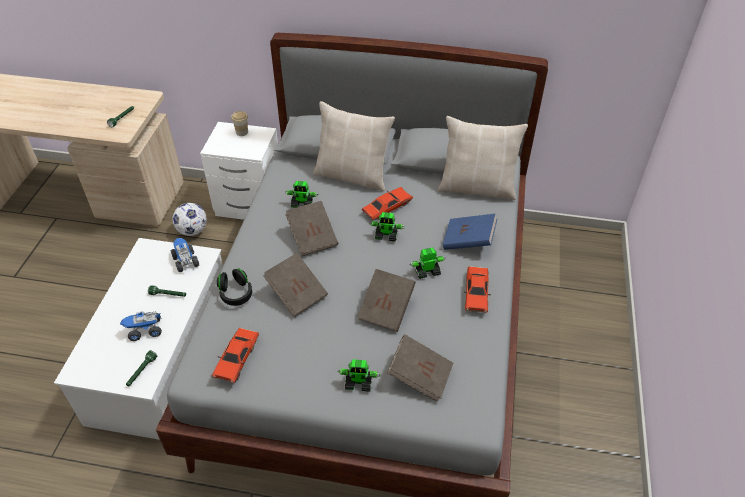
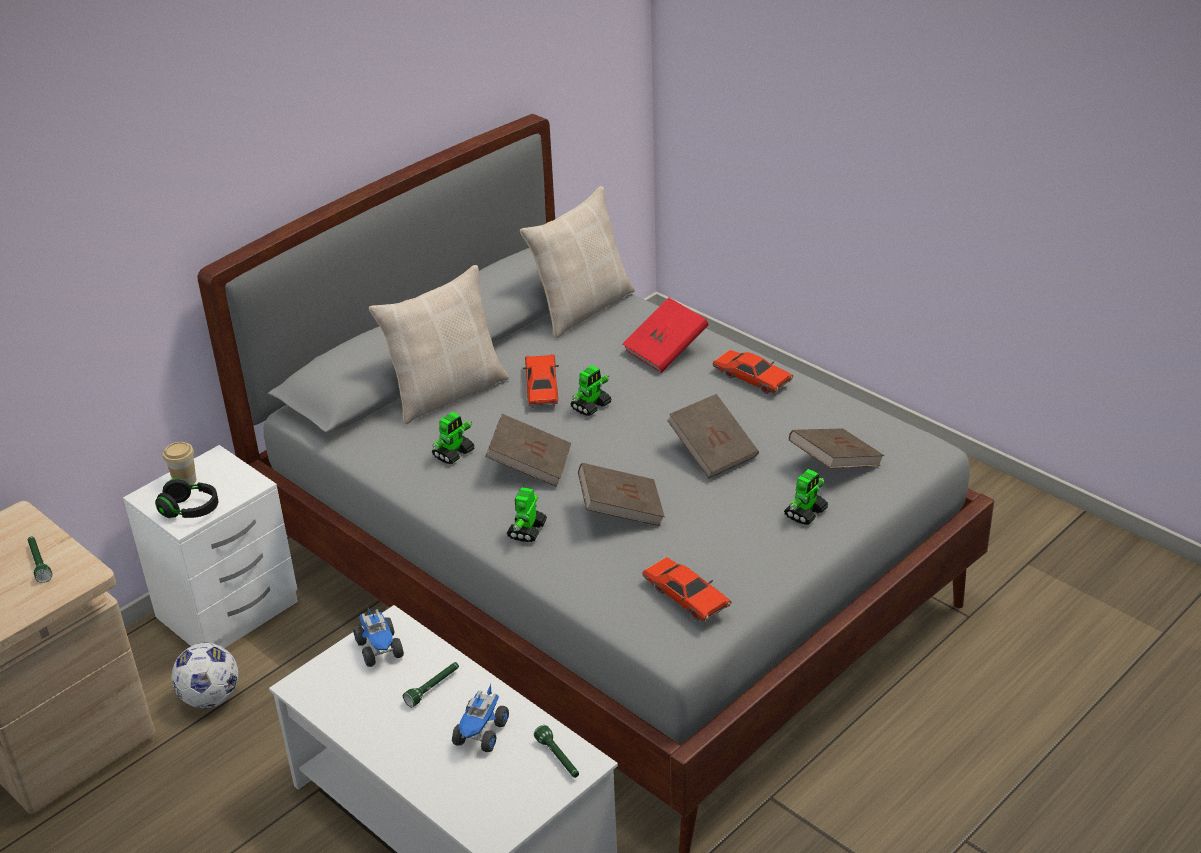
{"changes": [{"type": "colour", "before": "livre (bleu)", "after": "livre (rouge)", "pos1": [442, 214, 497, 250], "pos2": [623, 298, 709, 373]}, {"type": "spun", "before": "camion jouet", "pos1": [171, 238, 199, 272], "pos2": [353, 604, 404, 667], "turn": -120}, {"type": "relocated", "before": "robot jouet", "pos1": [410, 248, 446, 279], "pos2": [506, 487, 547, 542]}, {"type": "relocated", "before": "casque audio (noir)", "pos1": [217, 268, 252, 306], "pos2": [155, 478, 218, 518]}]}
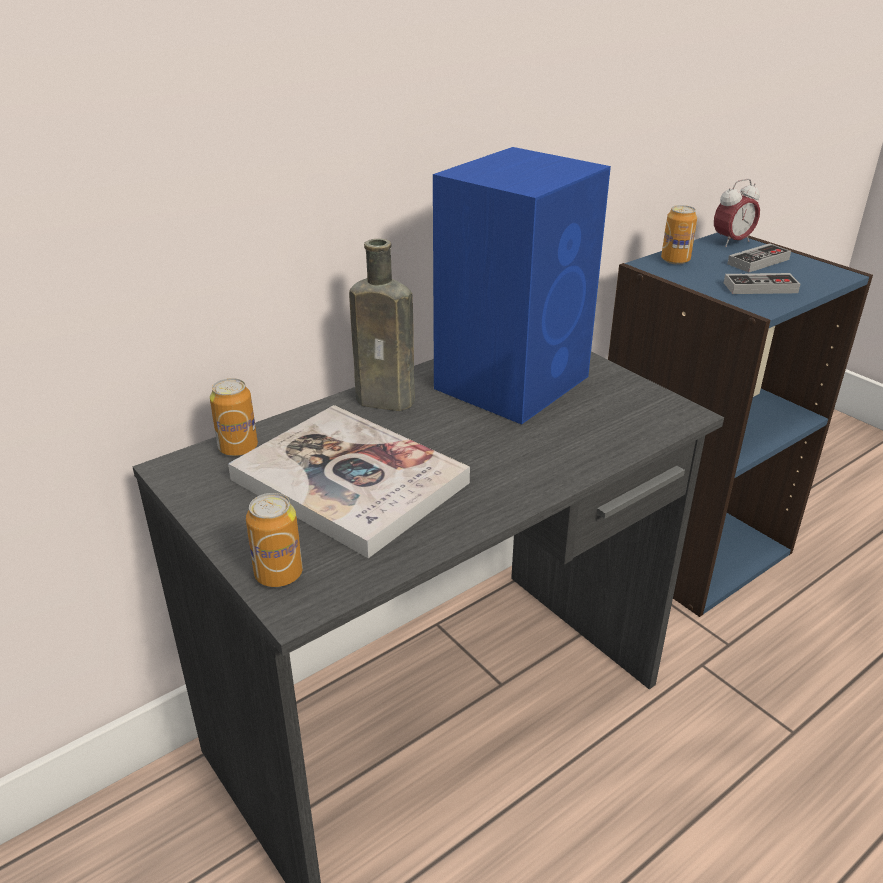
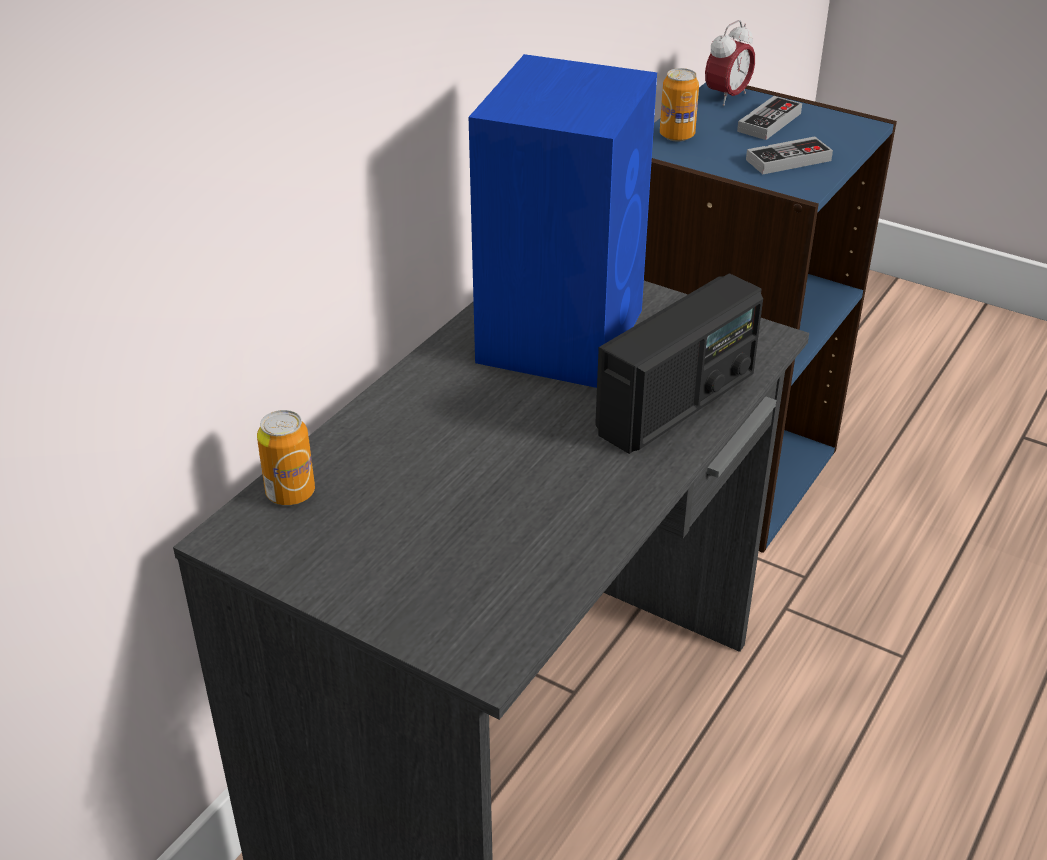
{"changes": [{"type": "missing", "before": "bouteille (marron)", "pos1": [349, 239, 415, 411]}, {"type": "missing", "before": "livre", "pos1": [228, 405, 470, 558]}, {"type": "missing", "before": "boîte métallique", "pos1": [246, 493, 303, 587]}, {"type": "appeared", "after": "radio", "pos2": [595, 274, 763, 454]}]}
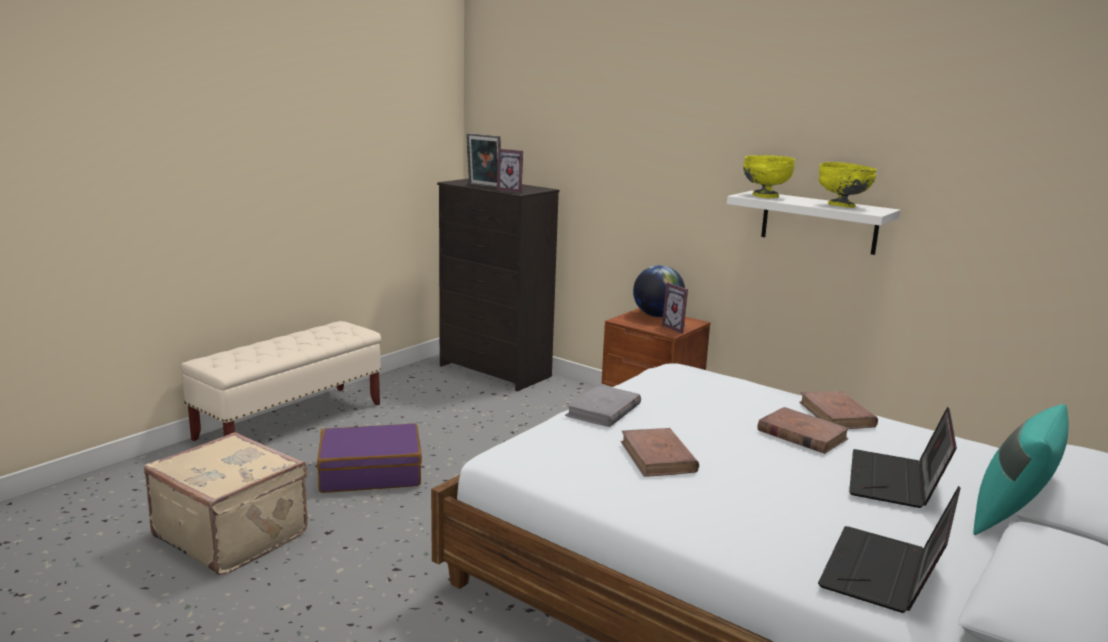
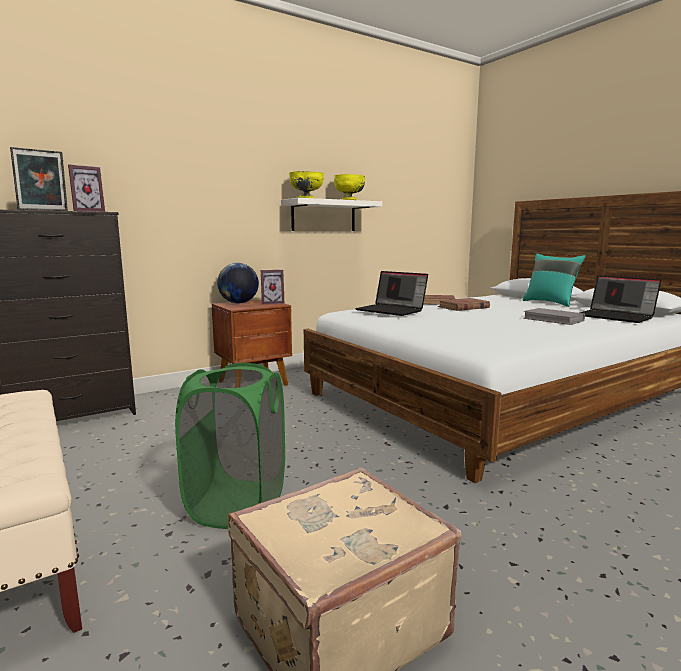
{"changes": [{"type": "relocated", "before": "livre (gris)", "pos1": [565, 384, 641, 427], "pos2": [523, 308, 585, 325]}, {"type": "relocated", "before": "ordinateur portable", "pos1": [849, 407, 957, 508], "pos2": [355, 271, 428, 316]}, {"type": "exchanged", "before": "valise (violet)", "after": "panier à linge (vert)", "pos1": [317, 423, 422, 493], "pos2": [175, 363, 285, 529]}, {"type": "missing", "before": "livre (marron)", "pos1": [621, 428, 699, 477]}]}
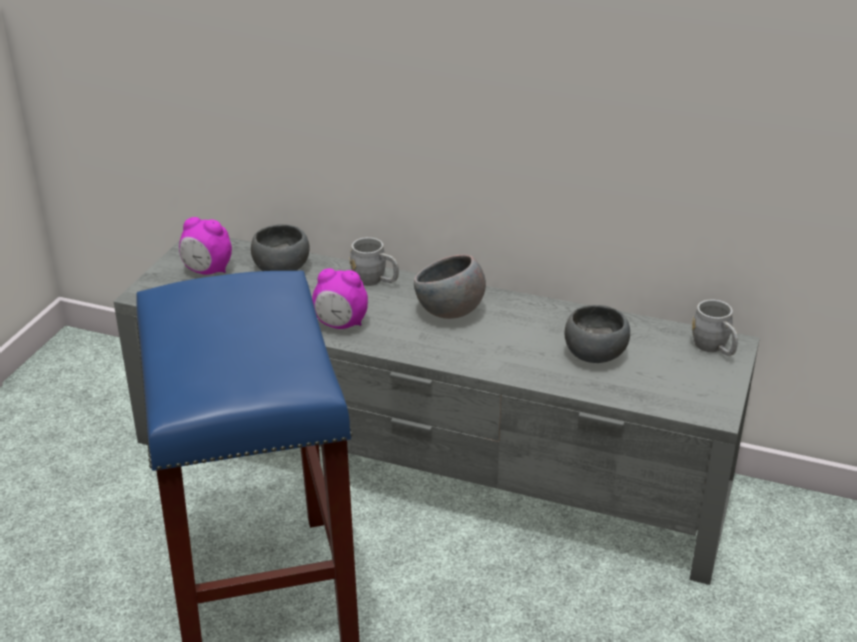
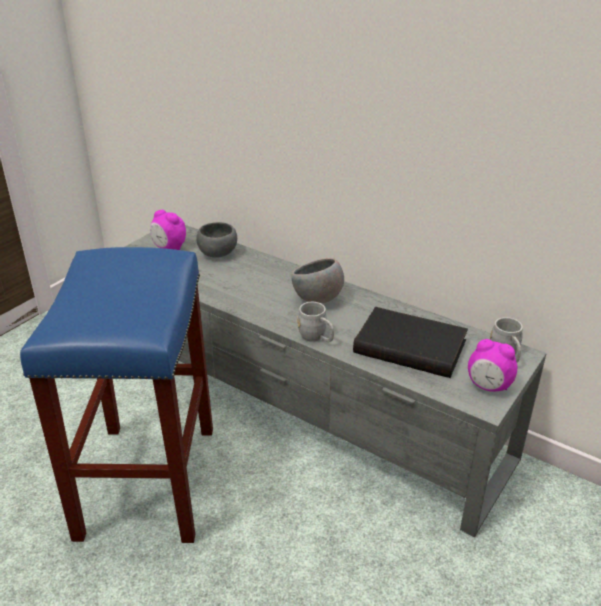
{"changes": [{"type": "relocated", "before": "mug (gris)", "pos1": [350, 237, 399, 286], "pos2": [297, 302, 334, 342]}, {"type": "relocated", "before": "réveil", "pos1": [312, 268, 368, 329], "pos2": [468, 339, 517, 391]}, {"type": "exchanged", "before": "bol (gris)", "after": "livre (noir)", "pos1": [565, 305, 630, 363], "pos2": [353, 307, 468, 378]}]}
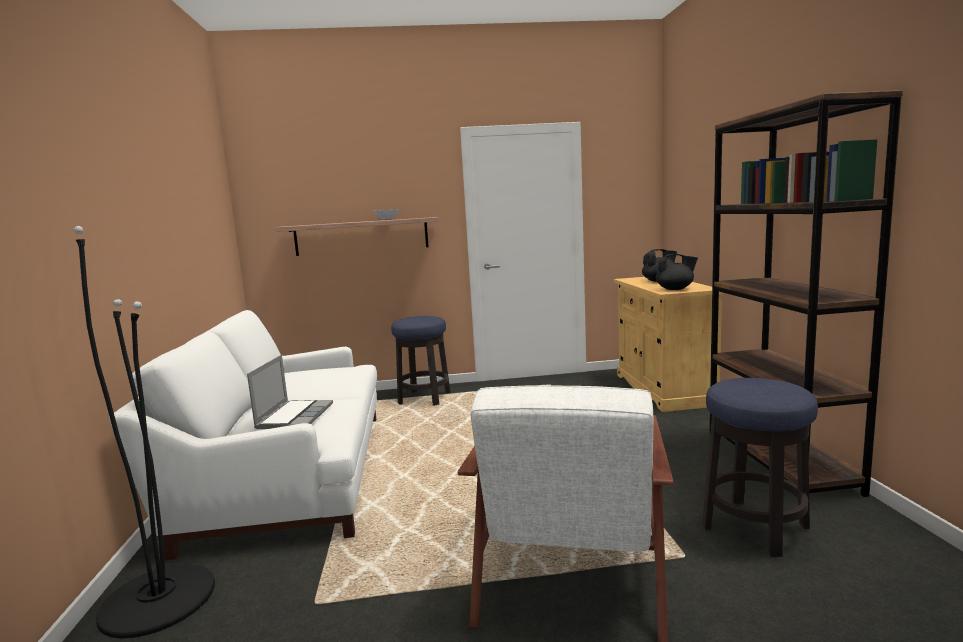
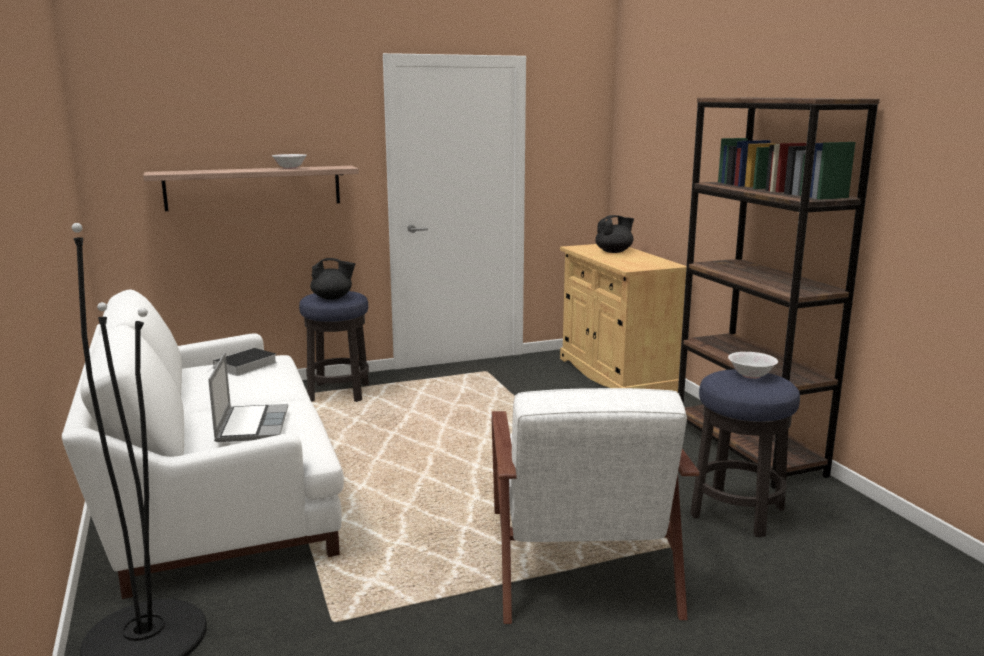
{"changes": [{"type": "relocated", "before": "théière (noir)", "pos1": [656, 254, 698, 290], "pos2": [310, 258, 355, 300]}, {"type": "appeared", "after": "livre", "pos2": [207, 348, 277, 376]}, {"type": "appeared", "after": "bol (blanc)", "pos2": [728, 352, 778, 379]}]}
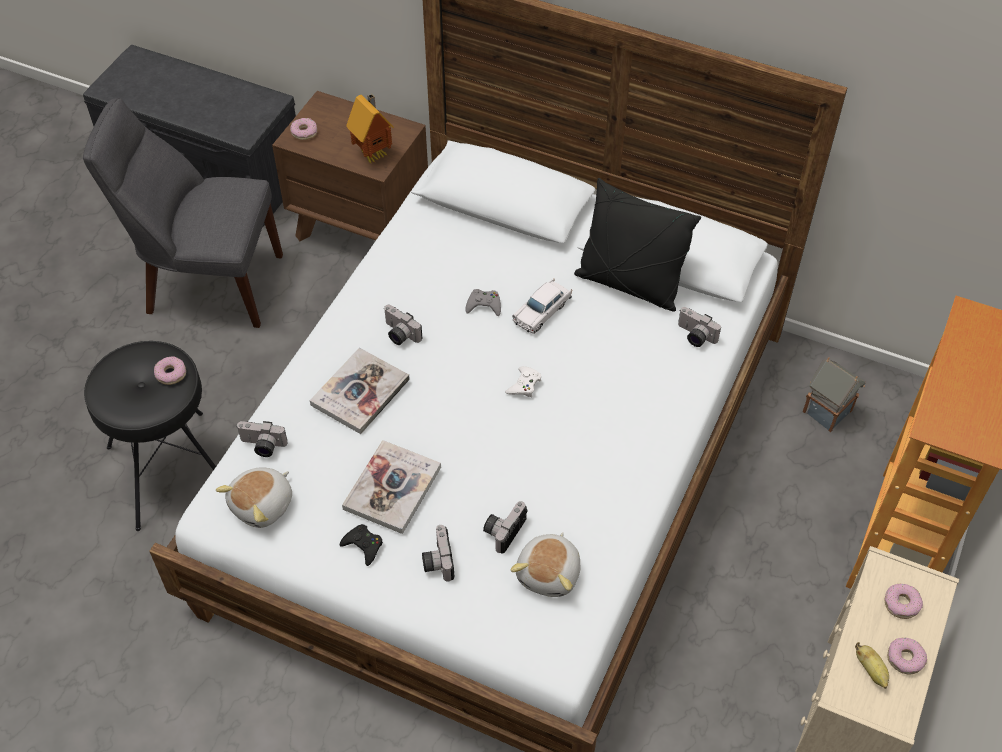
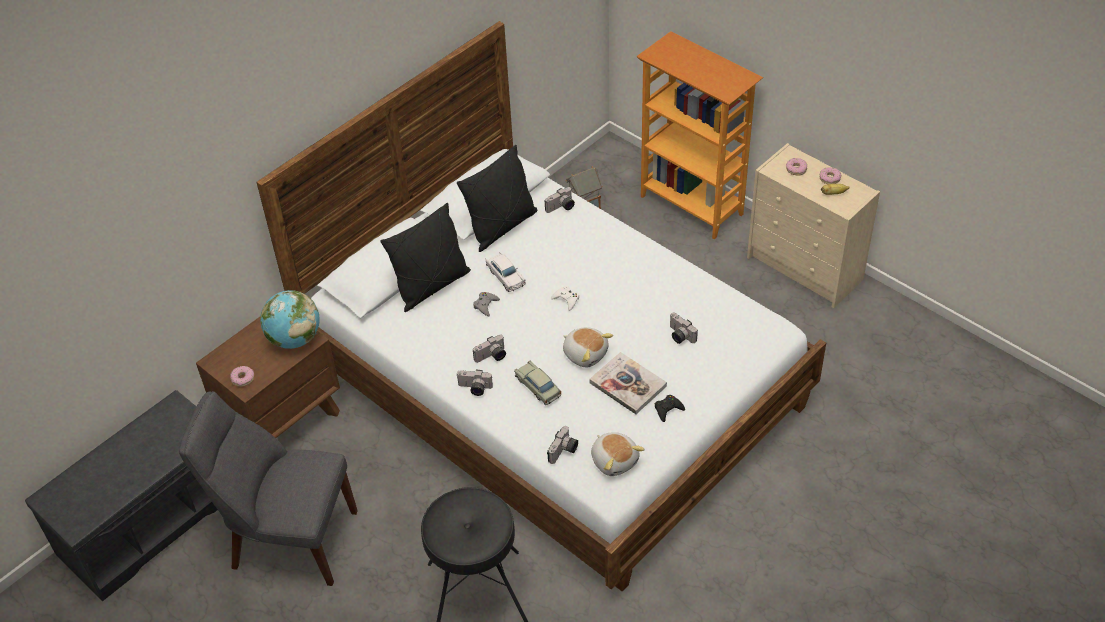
{"changes": [{"type": "exchanged", "before": "maison miniature", "after": "globe", "pos1": [346, 94, 394, 163], "pos2": [260, 290, 320, 349]}, {"type": "spun", "before": "chaise (gris)", "pos1": [83, 98, 283, 328], "pos2": [179, 391, 358, 586], "turn": 75}, {"type": "exchanged", "before": "livre", "after": "petite voiture (beige)", "pos1": [310, 347, 410, 434], "pos2": [514, 361, 561, 405]}, {"type": "missing", "before": "beignet", "pos1": [154, 356, 186, 385]}, {"type": "relocated", "before": "appareil photo", "pos1": [422, 525, 454, 582], "pos2": [457, 370, 493, 396]}, {"type": "relocated", "before": "peluche", "pos1": [511, 532, 581, 597], "pos2": [563, 327, 613, 367]}, {"type": "appeared", "after": "coussin (noir)", "pos2": [380, 203, 471, 312]}]}
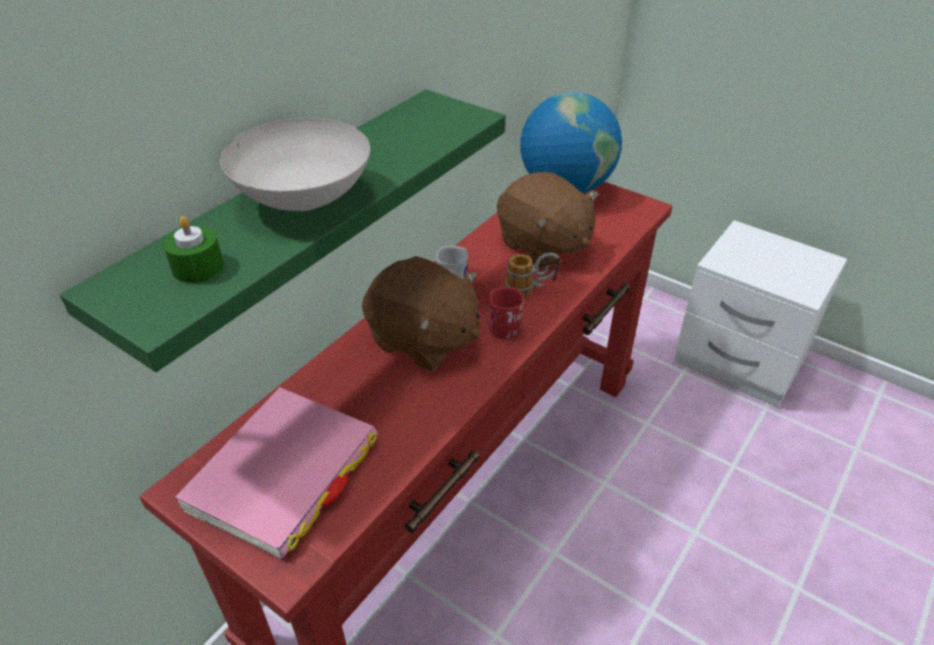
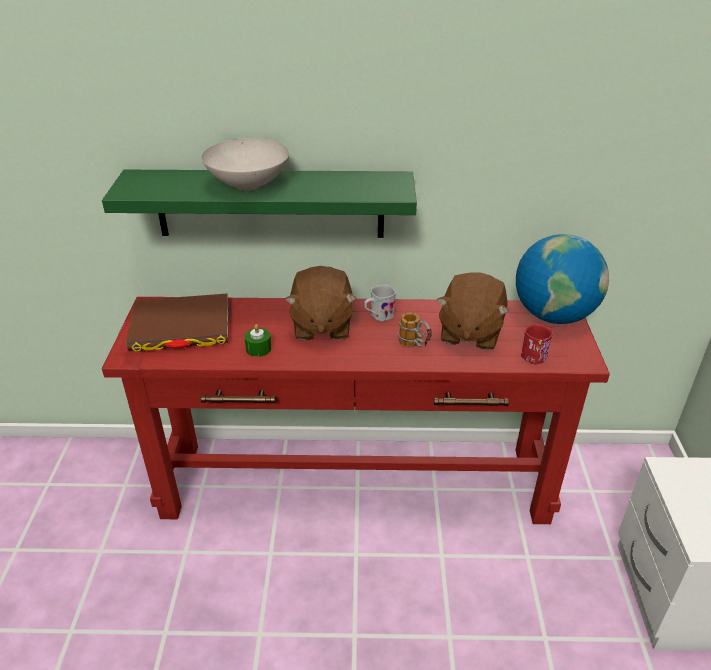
{"changes": [{"type": "relocated", "before": "bougie (vert)", "pos1": [163, 216, 224, 283], "pos2": [244, 324, 271, 357]}, {"type": "relocated", "before": "mug (rouge)", "pos1": [489, 286, 524, 339], "pos2": [521, 324, 553, 364]}, {"type": "colour", "before": "livre (rose)", "after": "livre (marron)", "pos1": [175, 388, 378, 559], "pos2": [126, 294, 228, 352]}]}
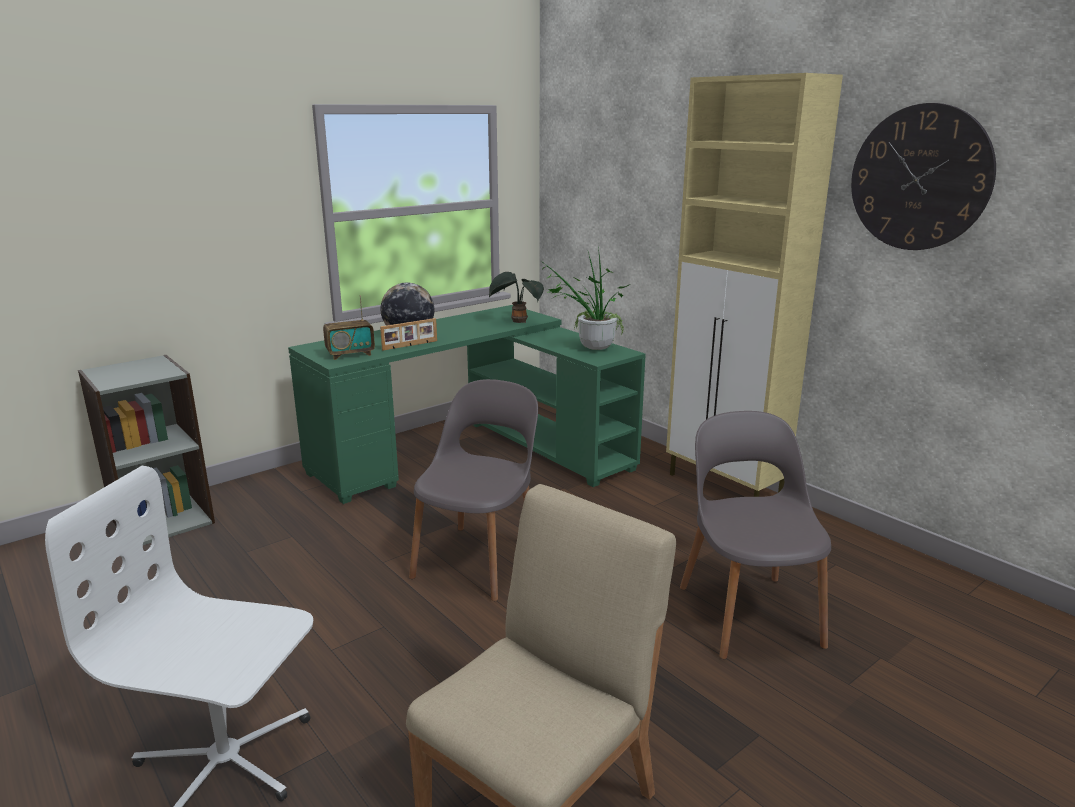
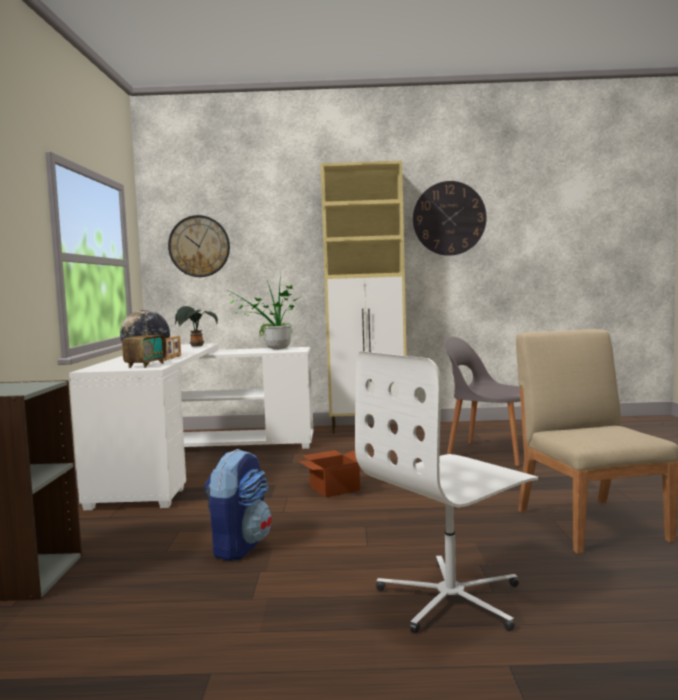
{"changes": [{"type": "colour", "before": "bureau (vert)", "after": "bureau (blanc)", "pos1": [288, 305, 646, 504], "pos2": [69, 343, 313, 510]}, {"type": "exchanged", "before": "chaise (gris)", "after": "carton", "pos1": [409, 379, 538, 601], "pos2": [298, 450, 360, 497]}, {"type": "appeared", "after": "horloge murale", "pos2": [168, 215, 230, 277]}, {"type": "appeared", "after": "sac à dos", "pos2": [204, 449, 272, 561]}]}
